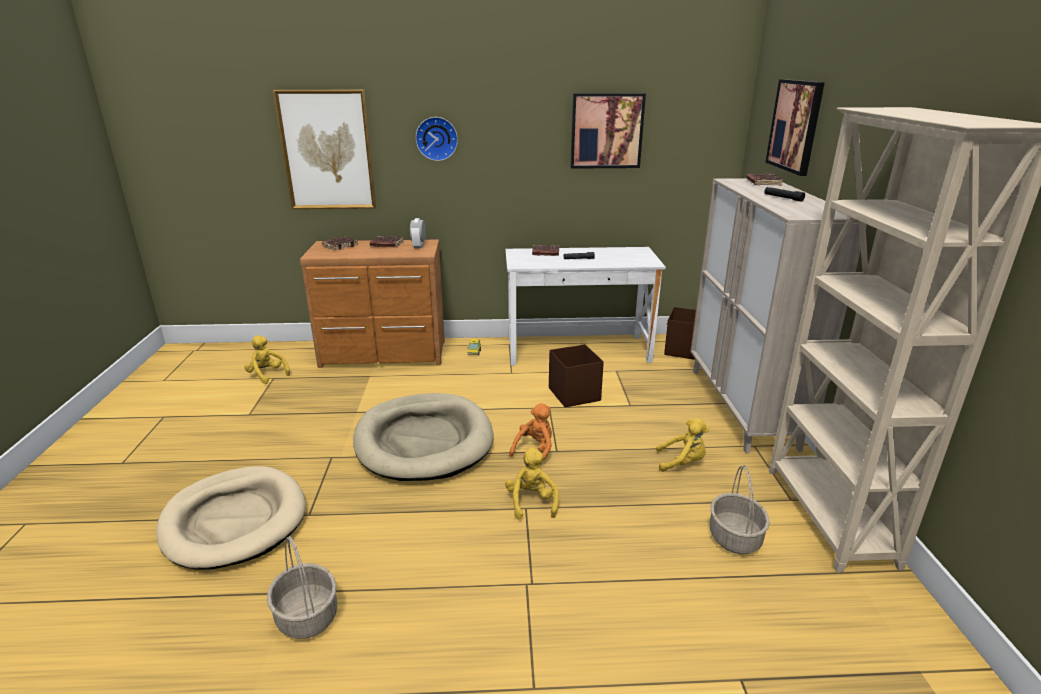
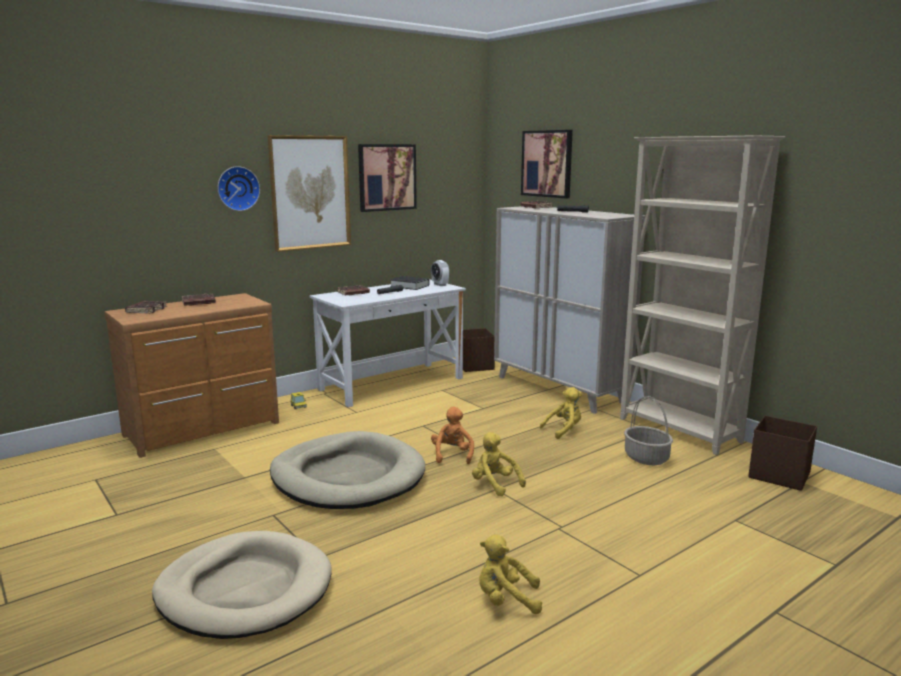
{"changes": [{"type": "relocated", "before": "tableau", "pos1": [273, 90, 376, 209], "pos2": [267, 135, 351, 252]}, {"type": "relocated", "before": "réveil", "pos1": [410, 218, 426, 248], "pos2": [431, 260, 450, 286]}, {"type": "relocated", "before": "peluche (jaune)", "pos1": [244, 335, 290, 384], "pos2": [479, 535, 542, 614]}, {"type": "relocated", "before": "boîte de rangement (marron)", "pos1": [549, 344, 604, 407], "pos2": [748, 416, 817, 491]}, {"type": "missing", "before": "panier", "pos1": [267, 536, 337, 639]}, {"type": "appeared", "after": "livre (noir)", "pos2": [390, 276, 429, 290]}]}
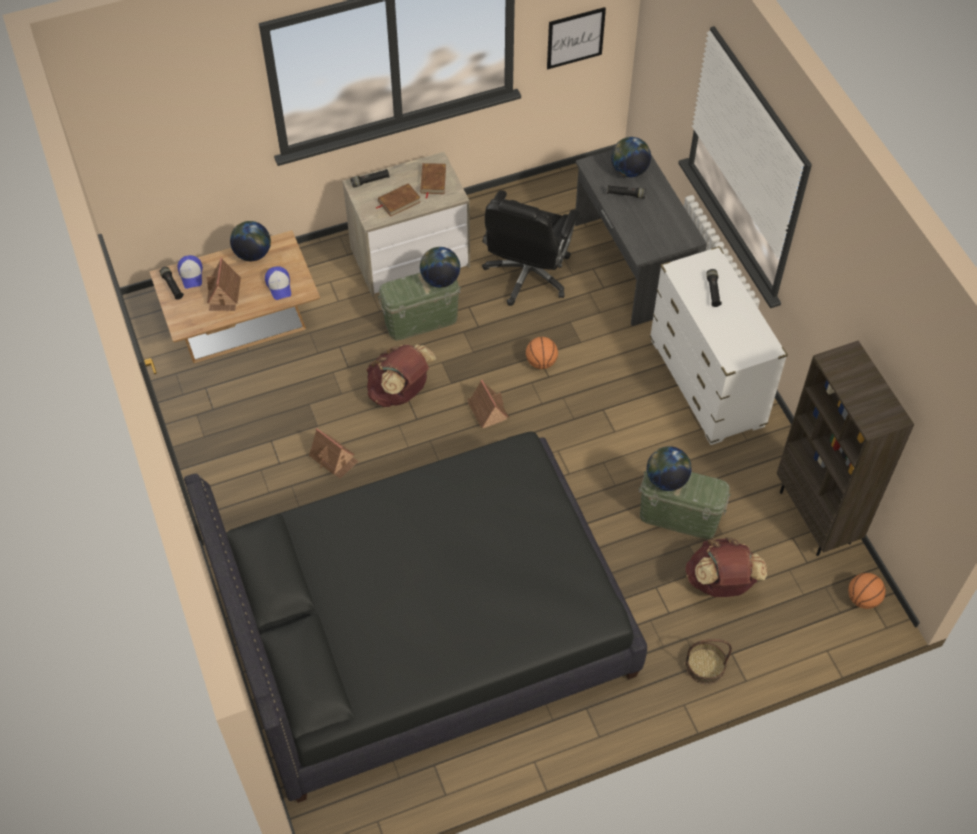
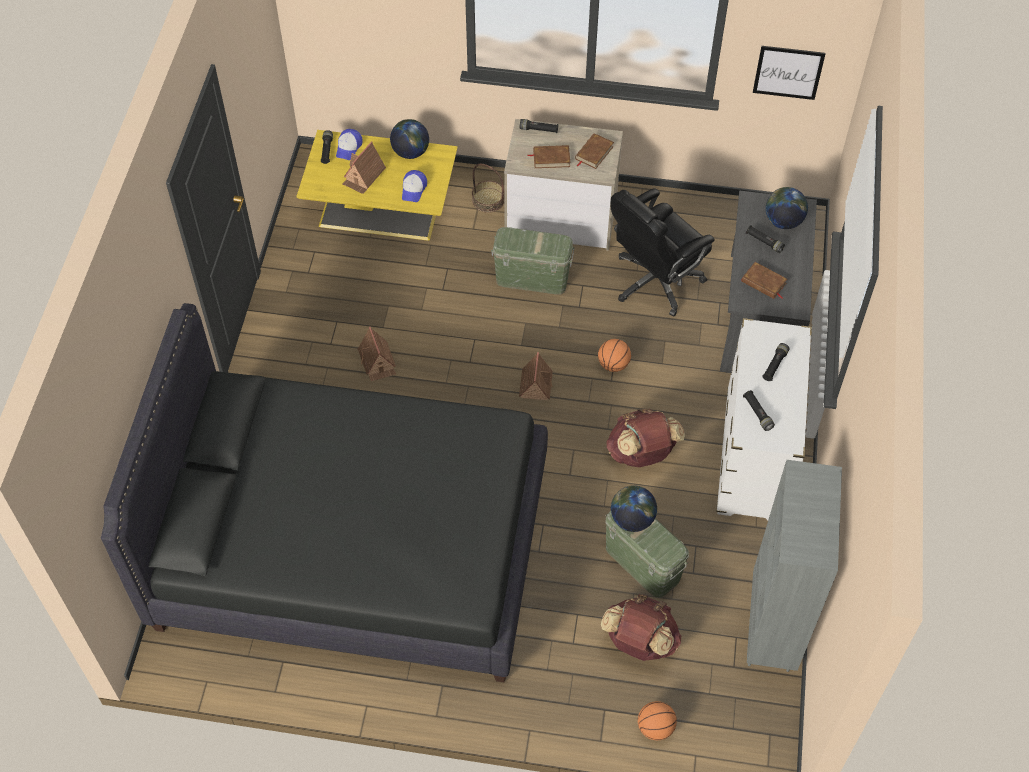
{"changes": [{"type": "colour", "before": "table basse (marron)", "after": "table basse (jaune)", "pos1": [149, 230, 320, 363], "pos2": [296, 130, 458, 241]}, {"type": "missing", "before": "globe", "pos1": [420, 247, 460, 288]}, {"type": "colour", "before": "bibliothèque (marron)", "after": "bibliothèque (gris)", "pos1": [776, 341, 914, 556], "pos2": [747, 460, 842, 672]}, {"type": "relocated", "before": "sac à dos (marron)", "pos1": [367, 344, 437, 407], "pos2": [606, 408, 685, 467]}, {"type": "relocated", "before": "ballon de basket", "pos1": [848, 573, 885, 609], "pos2": [638, 701, 677, 740]}, {"type": "relocated", "before": "panier", "pos1": [686, 639, 732, 684], "pos2": [472, 164, 504, 213]}, {"type": "appeared", "after": "livre (marron)", "pos2": [741, 262, 787, 299]}, {"type": "appeared", "after": "lampe de poche (noir)", "pos2": [743, 390, 775, 431]}]}
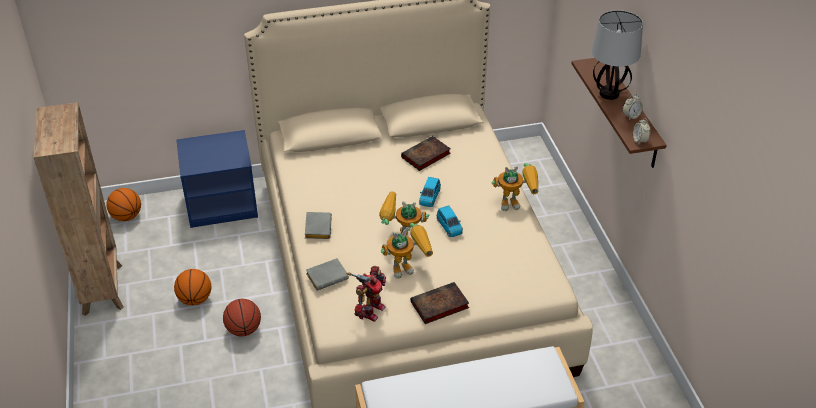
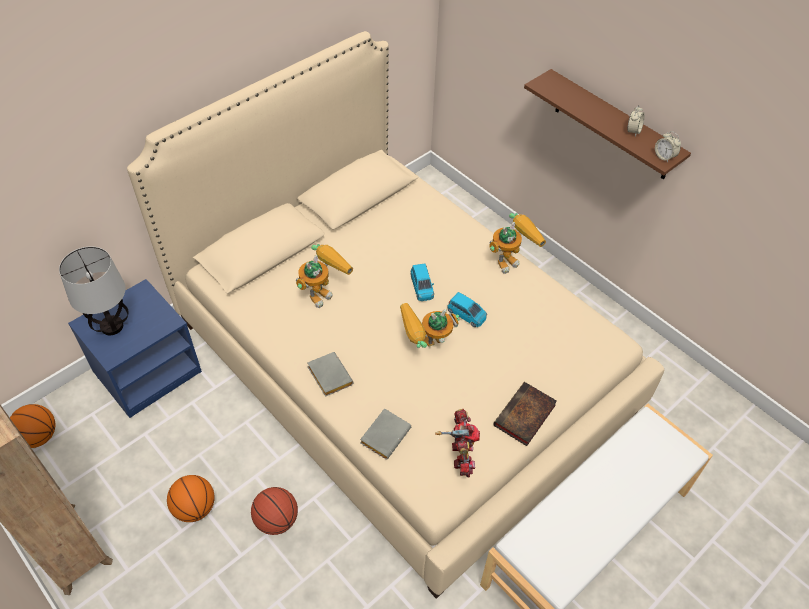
{"changes": [{"type": "relocated", "before": "lampe de table", "pos1": [592, 10, 643, 100], "pos2": [59, 247, 129, 335]}, {"type": "missing", "before": "livre", "pos1": [401, 136, 451, 171]}, {"type": "relocated", "before": "robot jouet", "pos1": [381, 223, 433, 279], "pos2": [296, 244, 353, 308]}]}
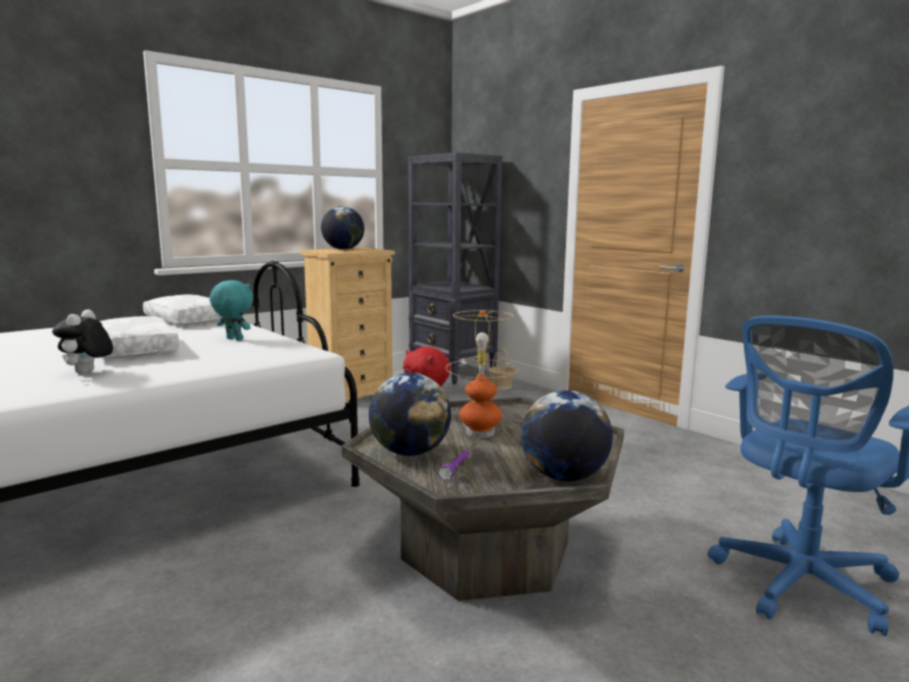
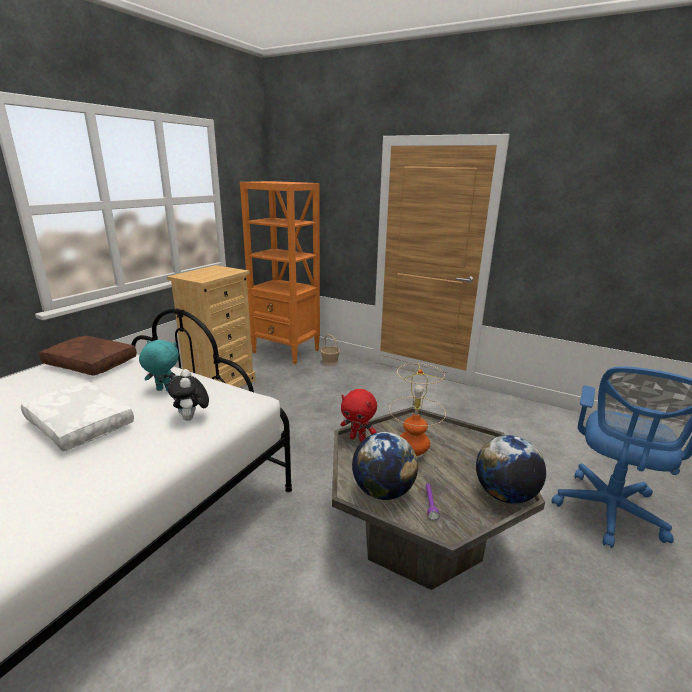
{"changes": [{"type": "colour", "before": "bibliothèque (noir)", "after": "bibliothèque (orange)", "pos1": [408, 152, 502, 385], "pos2": [239, 181, 320, 364]}, {"type": "missing", "before": "globe", "pos1": [321, 206, 364, 250]}, {"type": "colour", "before": "coussin (blanc)", "after": "coussin (marron)", "pos1": [143, 294, 222, 325], "pos2": [39, 336, 137, 376]}, {"type": "relocated", "before": "peluche", "pos1": [52, 309, 113, 374], "pos2": [168, 369, 209, 421]}]}
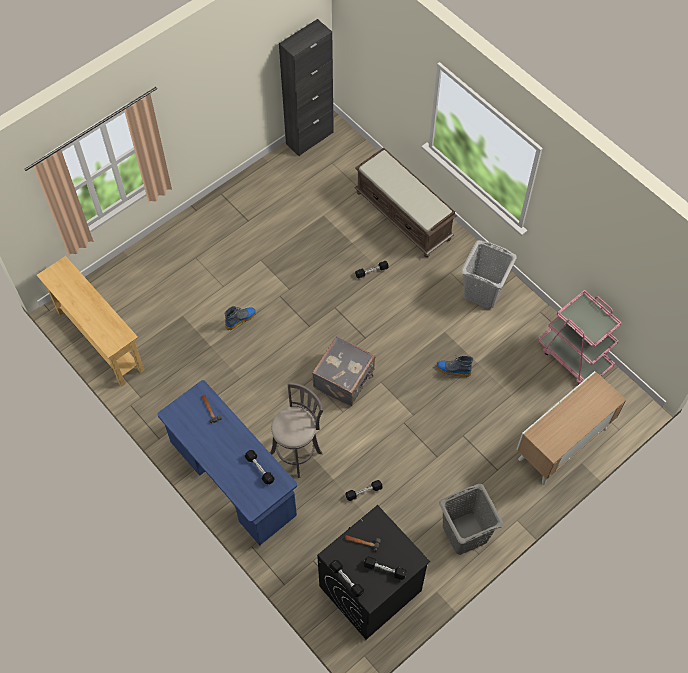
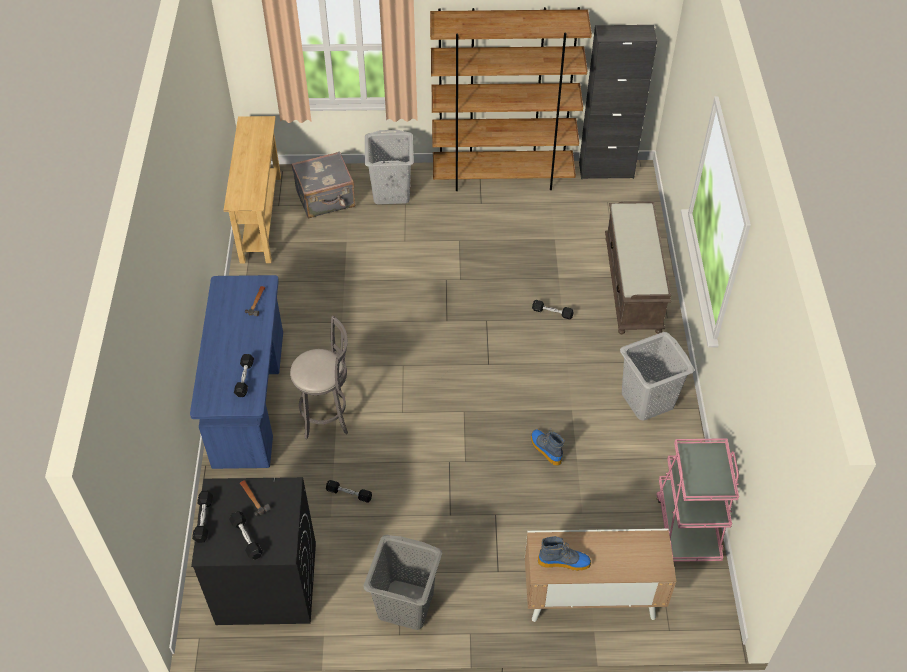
{"changes": [{"type": "relocated", "before": "botte", "pos1": [225, 306, 256, 330], "pos2": [538, 536, 591, 571]}, {"type": "relocated", "before": "valise (gris)", "pos1": [312, 336, 375, 406], "pos2": [291, 151, 355, 218]}, {"type": "appeared", "after": "bibliothèque (marron)", "pos2": [430, 7, 592, 191]}, {"type": "appeared", "after": "panier à linge (gris)", "pos2": [365, 130, 414, 204]}]}
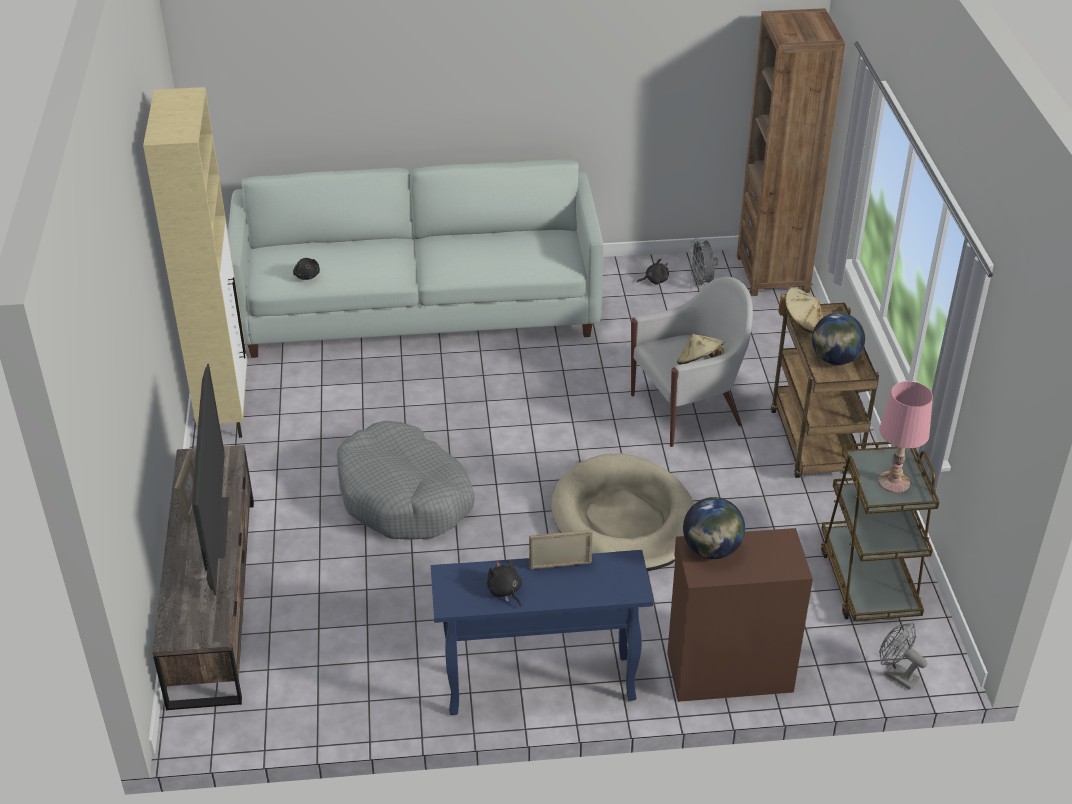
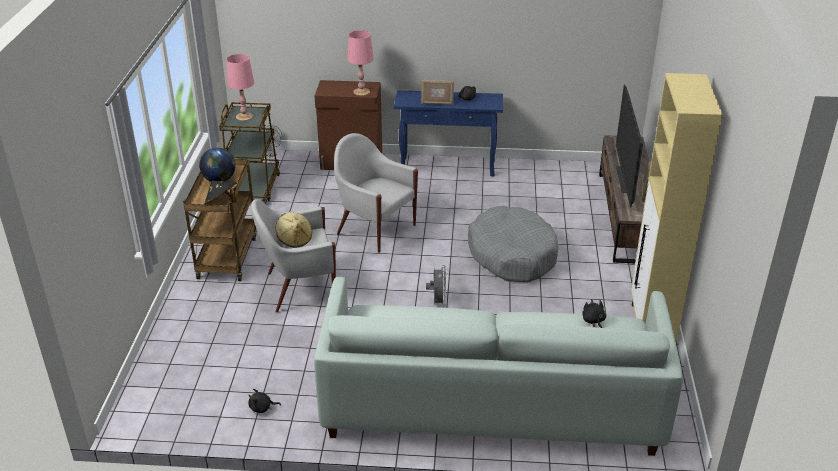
{"changes": [{"type": "missing", "before": "bibliothèque (marron)", "pos1": [737, 8, 845, 296]}, {"type": "relocated", "before": "ventilateur (gris)", "pos1": [689, 238, 719, 288], "pos2": [426, 265, 446, 307]}, {"type": "colour", "before": "chapeau (beige)", "after": "chapeau (noir)", "pos1": [778, 288, 823, 333], "pos2": [204, 181, 237, 204]}, {"type": "exchanged", "before": "panier pour chien (beige)", "after": "fauteuil (blanc)", "pos1": [551, 453, 694, 571], "pos2": [334, 133, 418, 253]}, {"type": "exchanged", "before": "globe", "after": "lampe de table (rose)", "pos1": [683, 497, 745, 559], "pos2": [347, 30, 374, 96]}]}
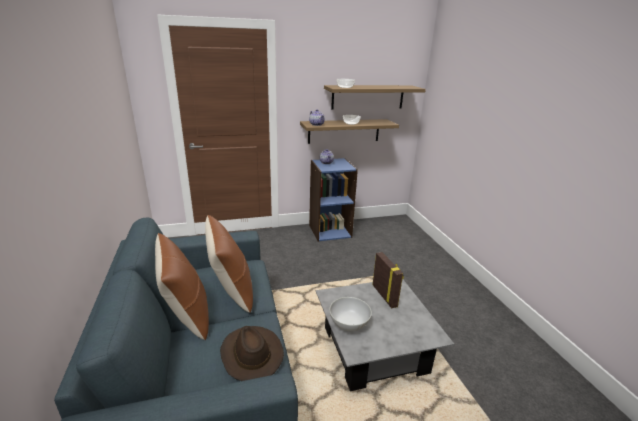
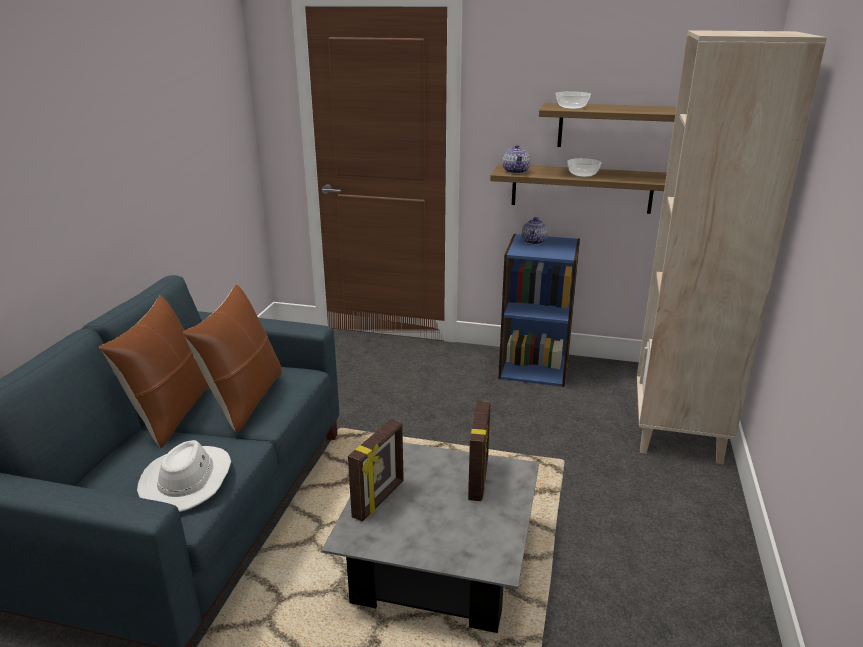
{"changes": [{"type": "exchanged", "before": "bol (blanc)", "after": "cadre photo", "pos1": [329, 297, 372, 332], "pos2": [348, 419, 404, 522]}, {"type": "colour", "before": "chapeau (marron)", "after": "chapeau (blanc)", "pos1": [220, 326, 284, 381], "pos2": [137, 440, 231, 512]}, {"type": "appeared", "after": "bibliothèque (beige)", "pos2": [637, 30, 827, 464]}]}
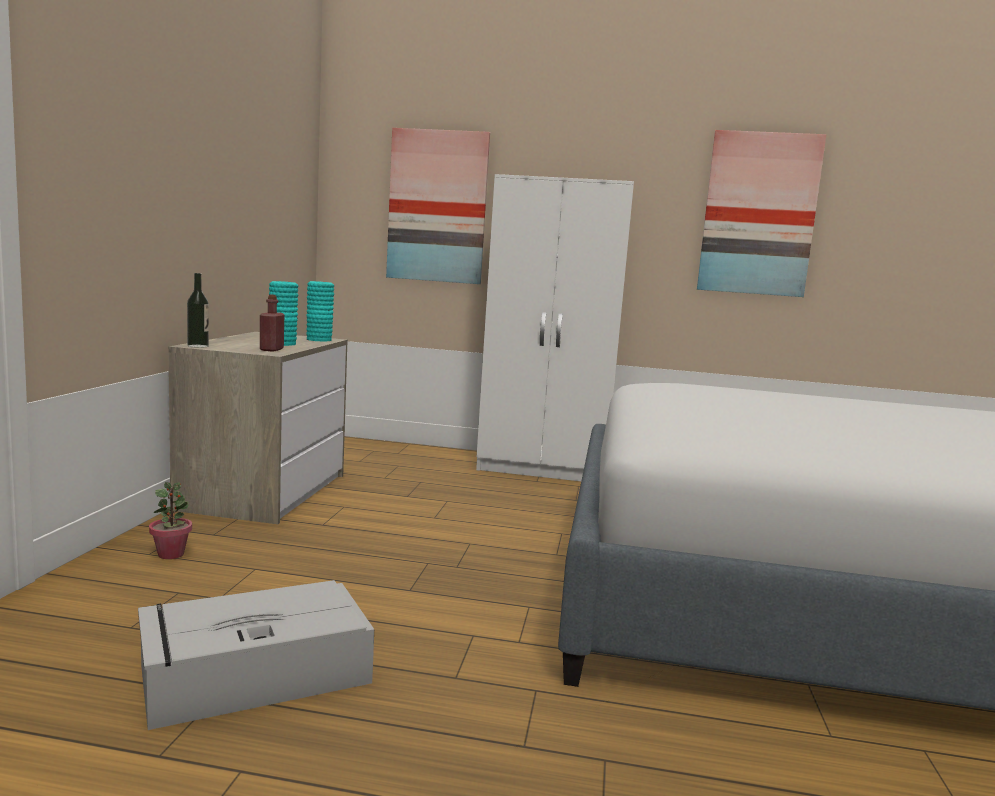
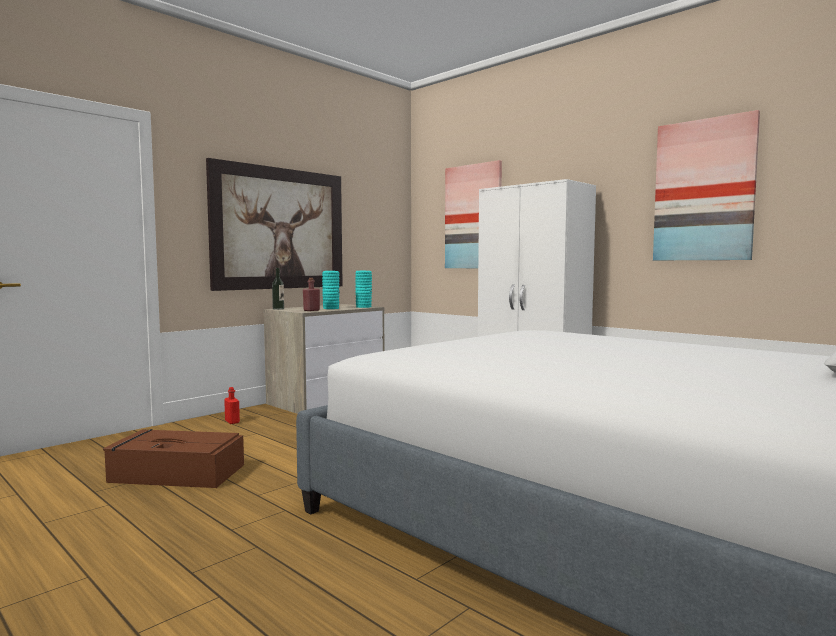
{"changes": [{"type": "exchanged", "before": "plante en pot", "after": "bouteille (rouge)", "pos1": [149, 482, 192, 559], "pos2": [224, 387, 240, 424]}, {"type": "colour", "before": "boîte de rangement (gris)", "after": "boîte de rangement (marron)", "pos1": [138, 580, 374, 730], "pos2": [103, 429, 244, 488]}, {"type": "appeared", "after": "tableau", "pos2": [206, 158, 343, 291]}]}
